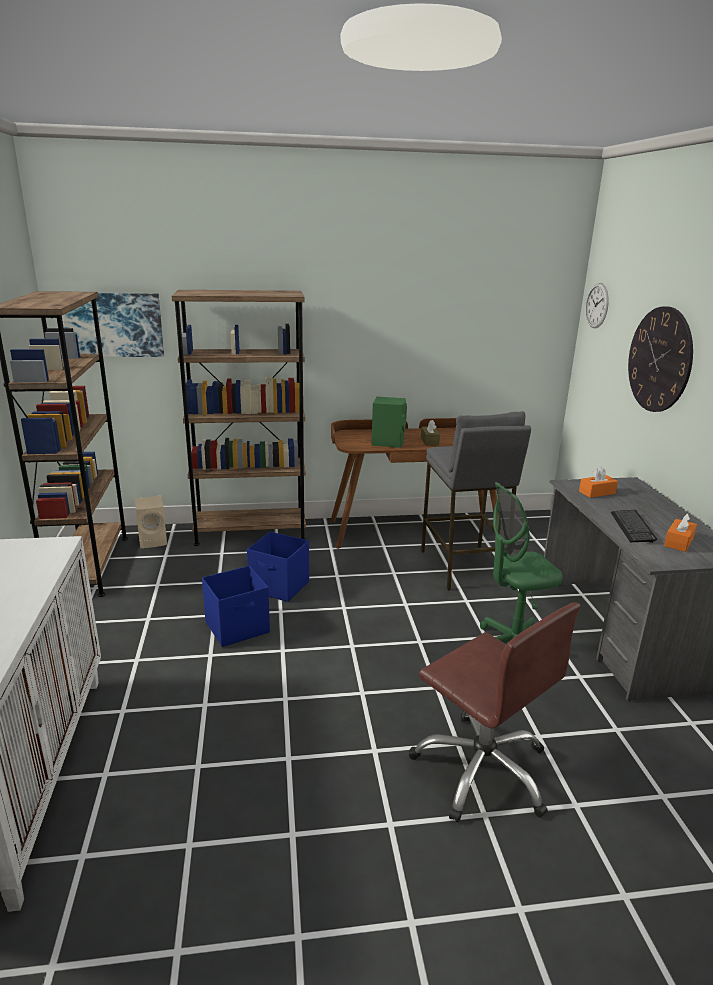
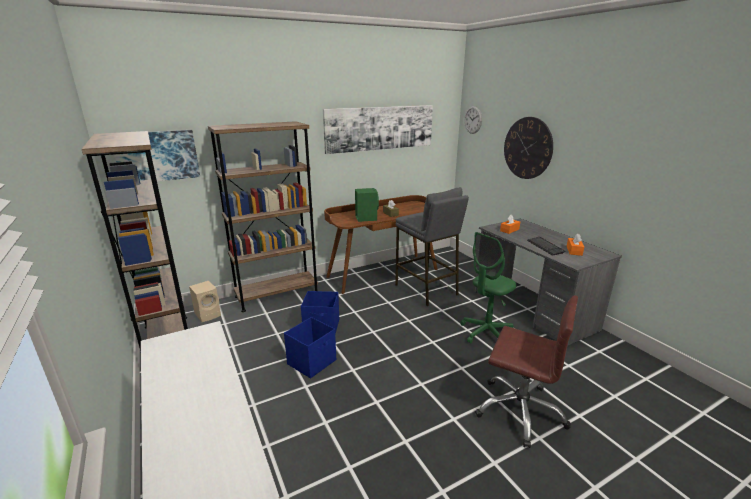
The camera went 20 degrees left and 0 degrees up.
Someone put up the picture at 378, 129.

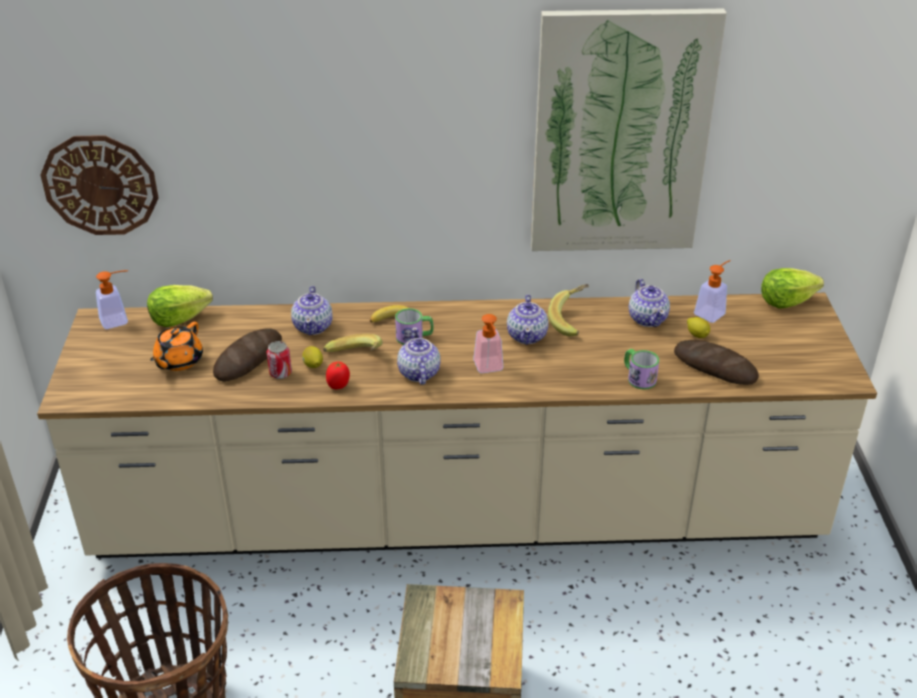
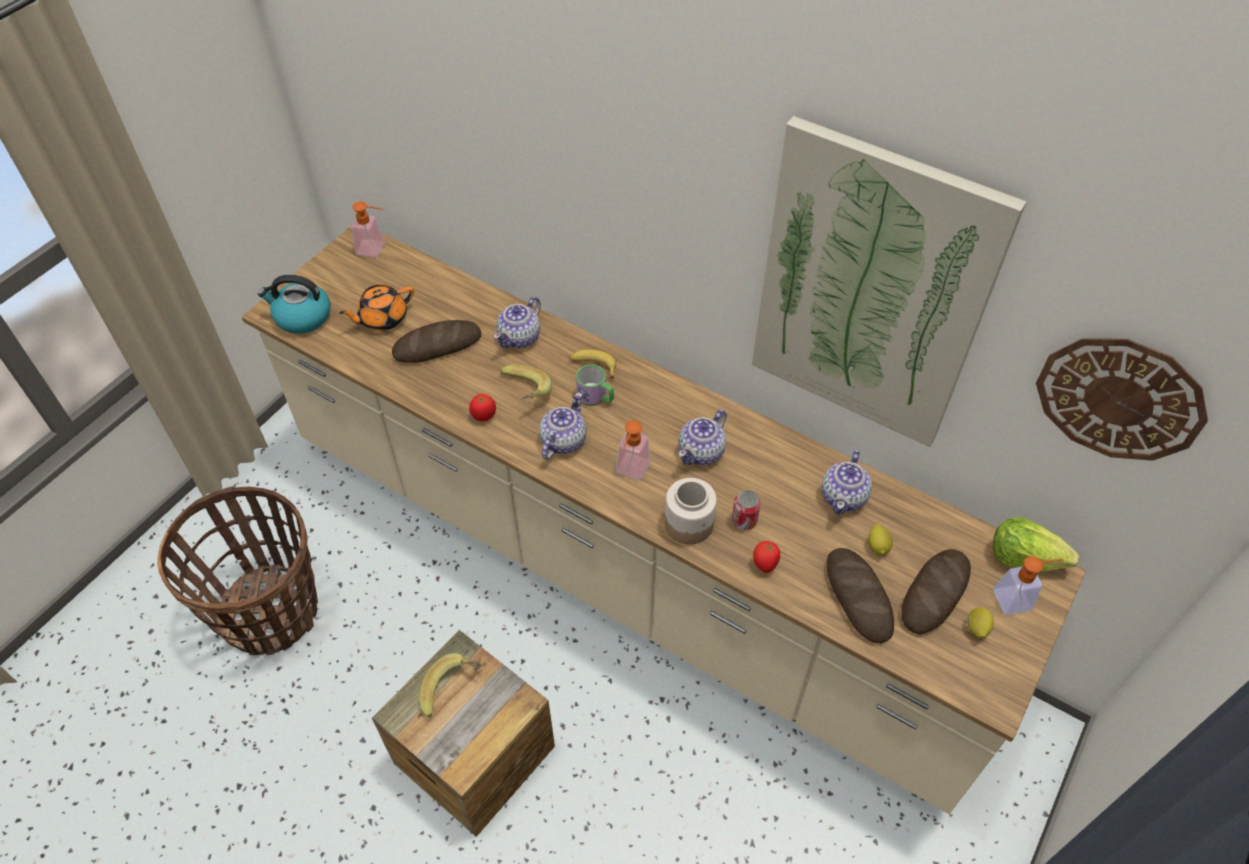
The camera went 35 degrees right and 15 degrees up.
Someone carried the wall clock from 99, 185 to 1122, 399.
Someone took away the lettuce at 180, 306.
Someone carried the can from 279, 360 to 746, 510.
Someone carried the lemon from 312, 357 to 980, 622.
Someone carried the banana from 568, 310 to 450, 685.
Someone swapped the mug at 641, 369 for the tomato at 766, 557.
Someone carried the soap dispenser from 712, 291 to 1028, 585.
Someone put down the kettle at 294, 304.
Someone put down the jar at 691, 511.
Someone put down the bread at 936, 591.

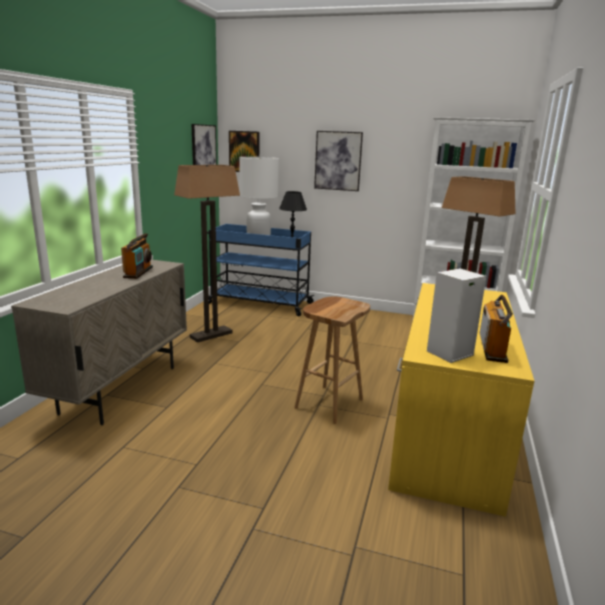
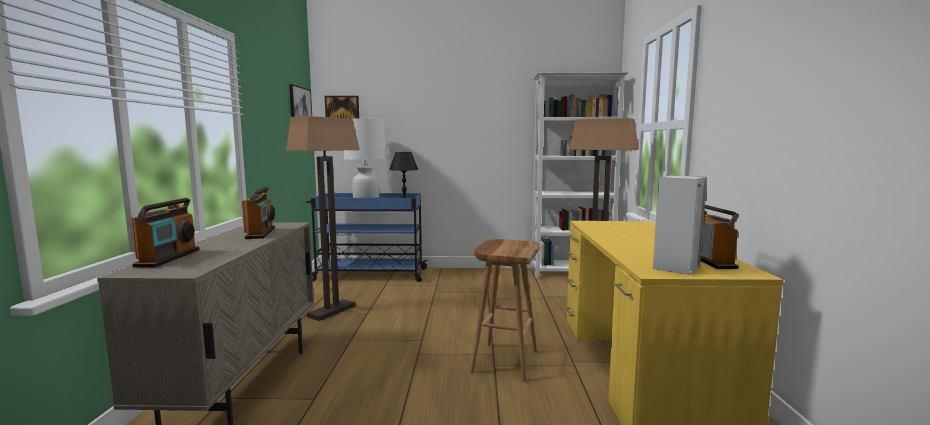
The camera went 15 degrees left and 10 degrees down.
Someone took away the picture at 338, 161.
Someone put down the radio at 165, 232.

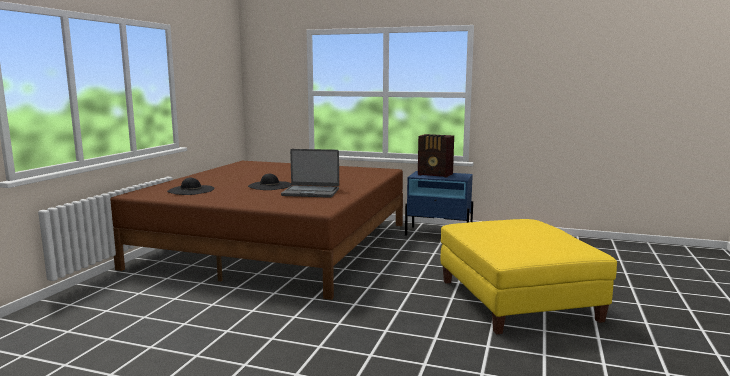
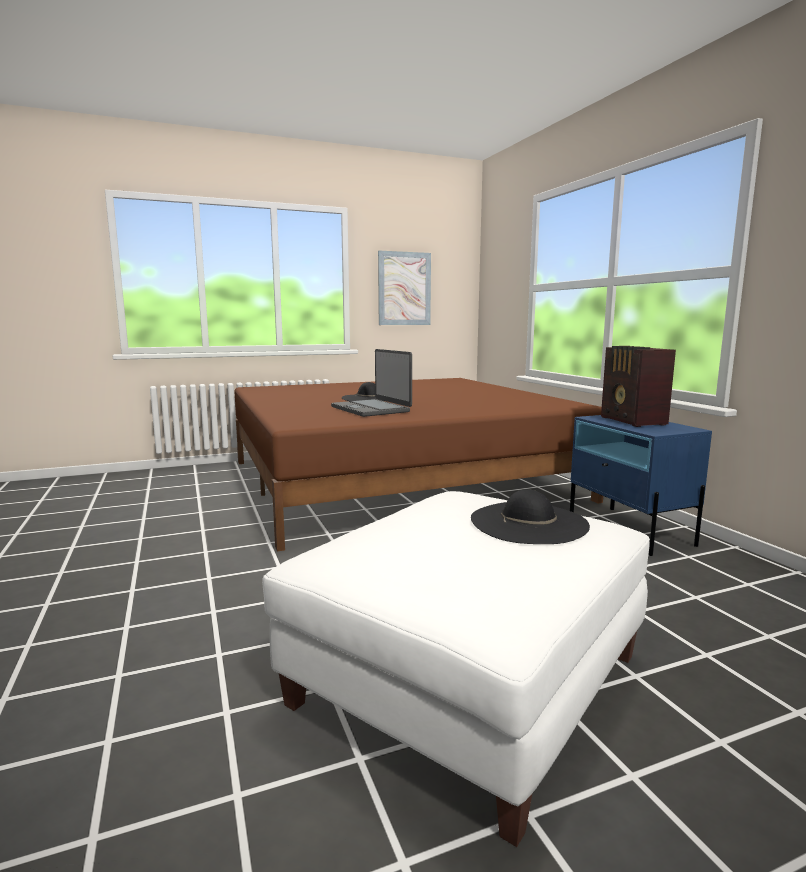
The camera went 50 degrees right and 0 degrees up.
Someone carried the hat/black from 190, 186 to 530, 516.
Someone repainted the ottoman/yellow at 528, 276, which became the ottoman/white at 456, 669.
Someone put up the picture at 404, 288.

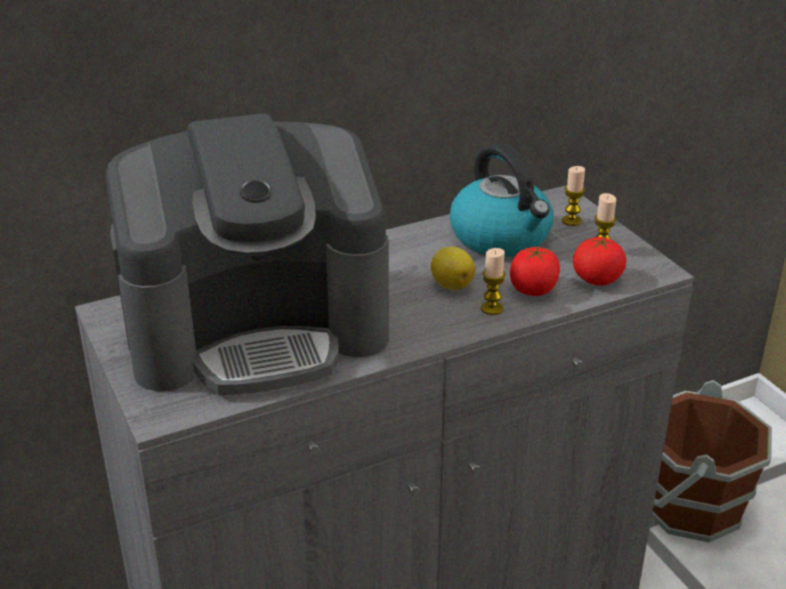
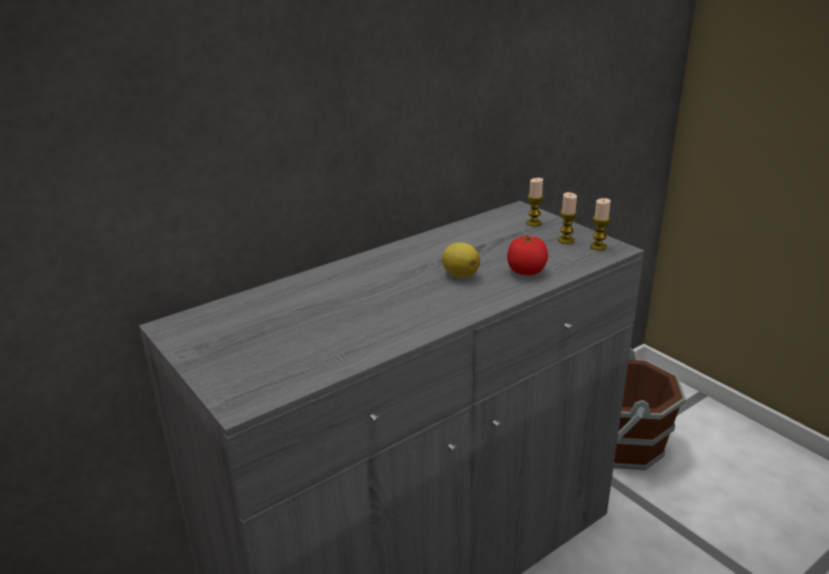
The camera went 10 degrees left and 5 degrees down.
Someone took away the coffee machine at 247, 254.
Someone took away the kettle at 501, 200.
Someone carried the candle from 493, 281 to 600, 224.
Someone took away the tomato at 599, 261.

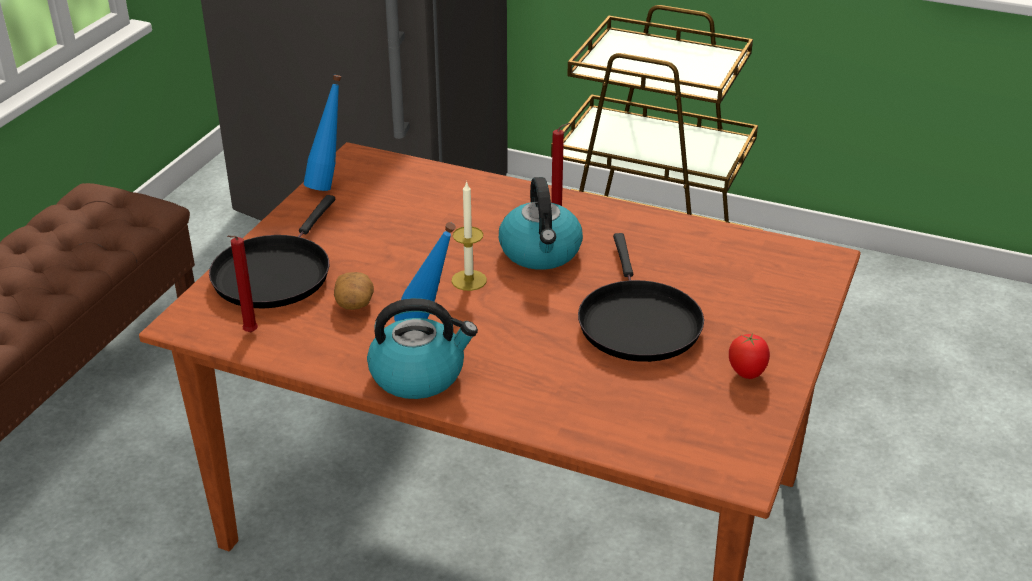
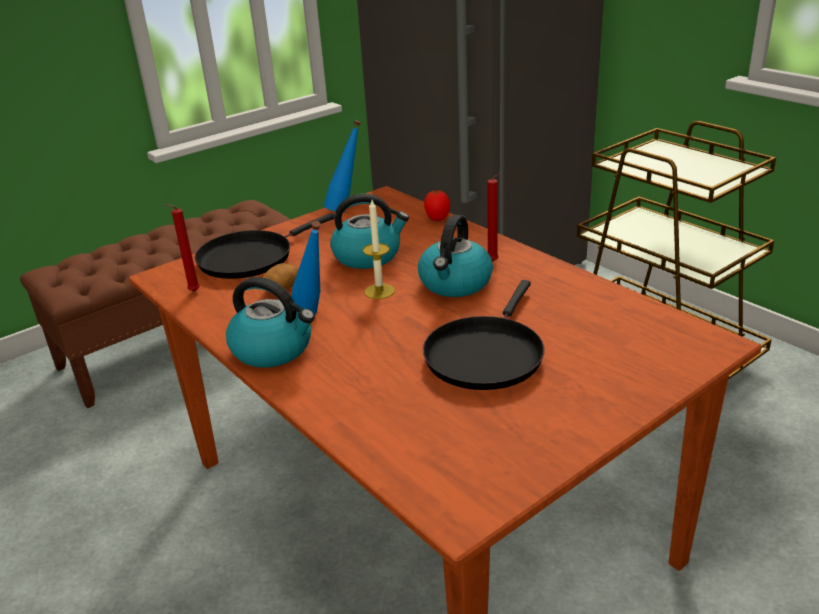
The camera went 30 degrees right and 5 degrees down.
Someone carried the tomato from 749, 356 to 437, 205.
Someone put down the kettle at 369, 231.

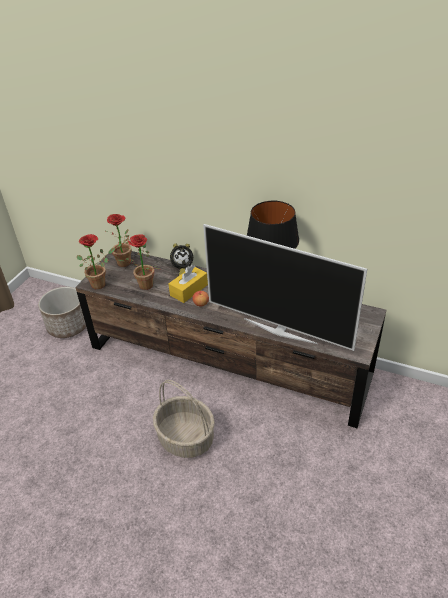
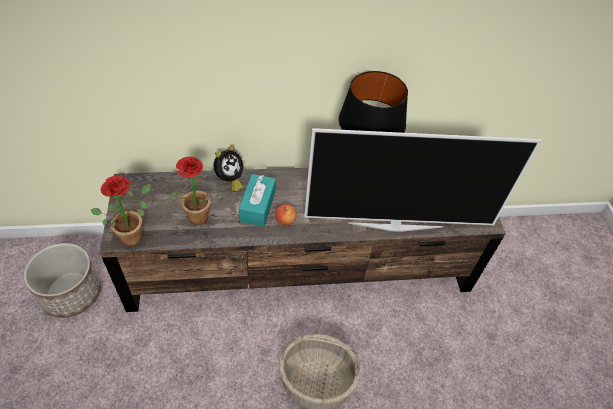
The camera went 35 degrees left and 10 degrees up.
Someone took away the potted plant at 118, 240.
Someone repainted the tissue box/yellow at 188, 284, which became the tissue box/turquoise at 257, 200.

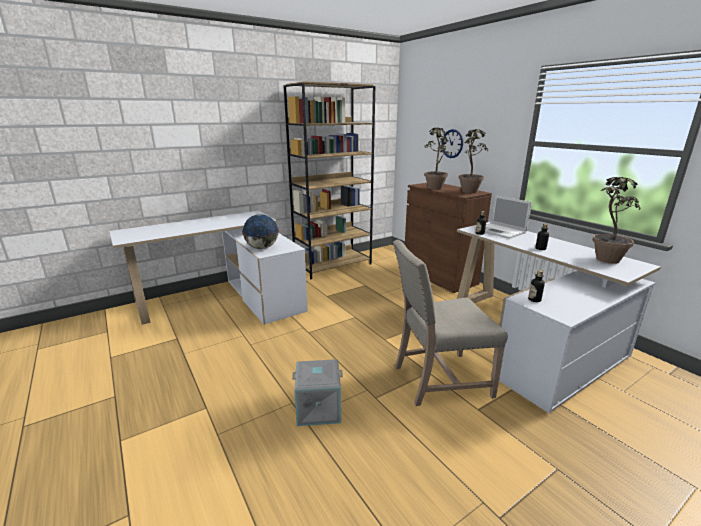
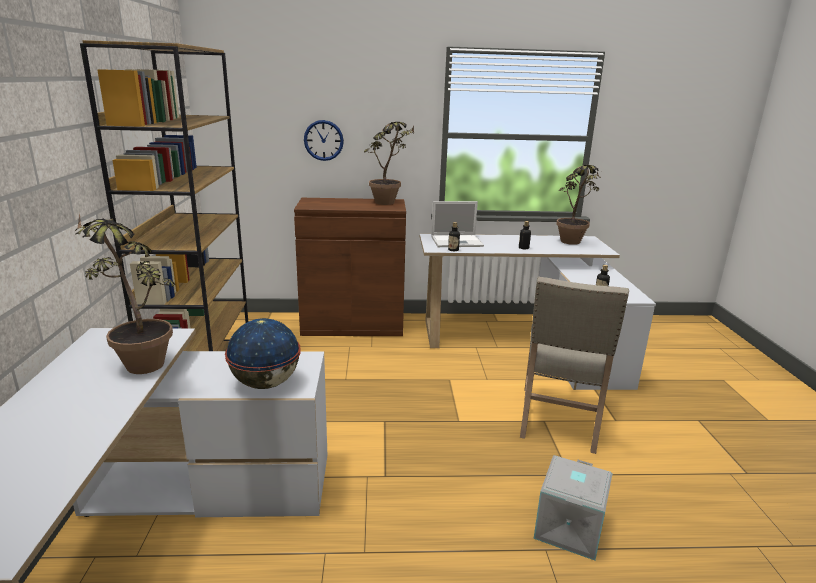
The camera went 60 degrees left and 0 degrees up.
Someone carried the potted plant from 437, 159 to 125, 293.

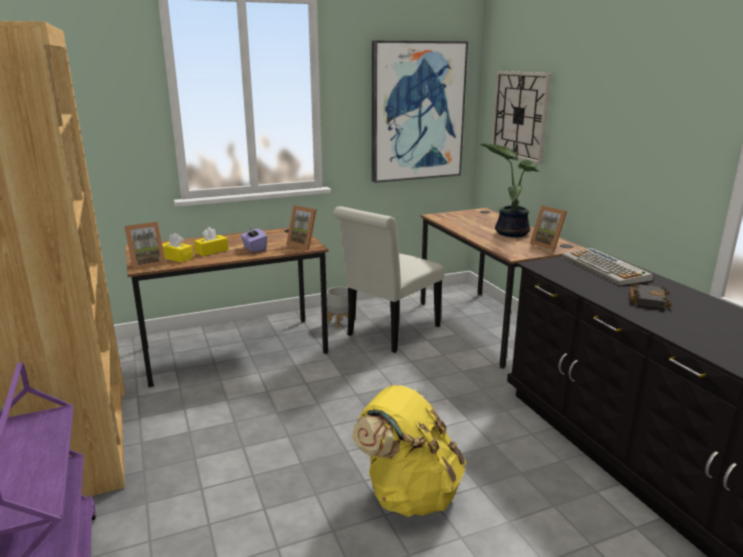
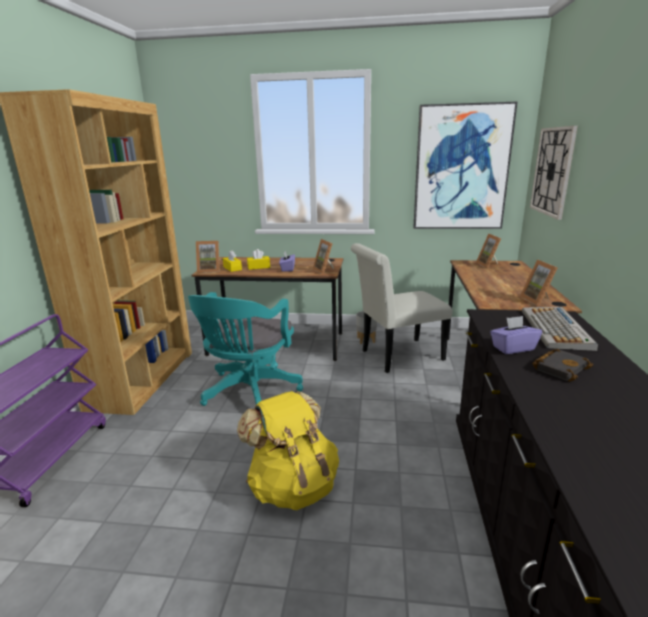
The camera went 30 degrees right and 0 degrees up.
Someone took away the potted plant at 510, 190.
Someone put down the office chair/turquoise at 245, 349.
Someone put down the picture frame at 488, 251.
Someone put down the tissue box/purple at 516, 335.

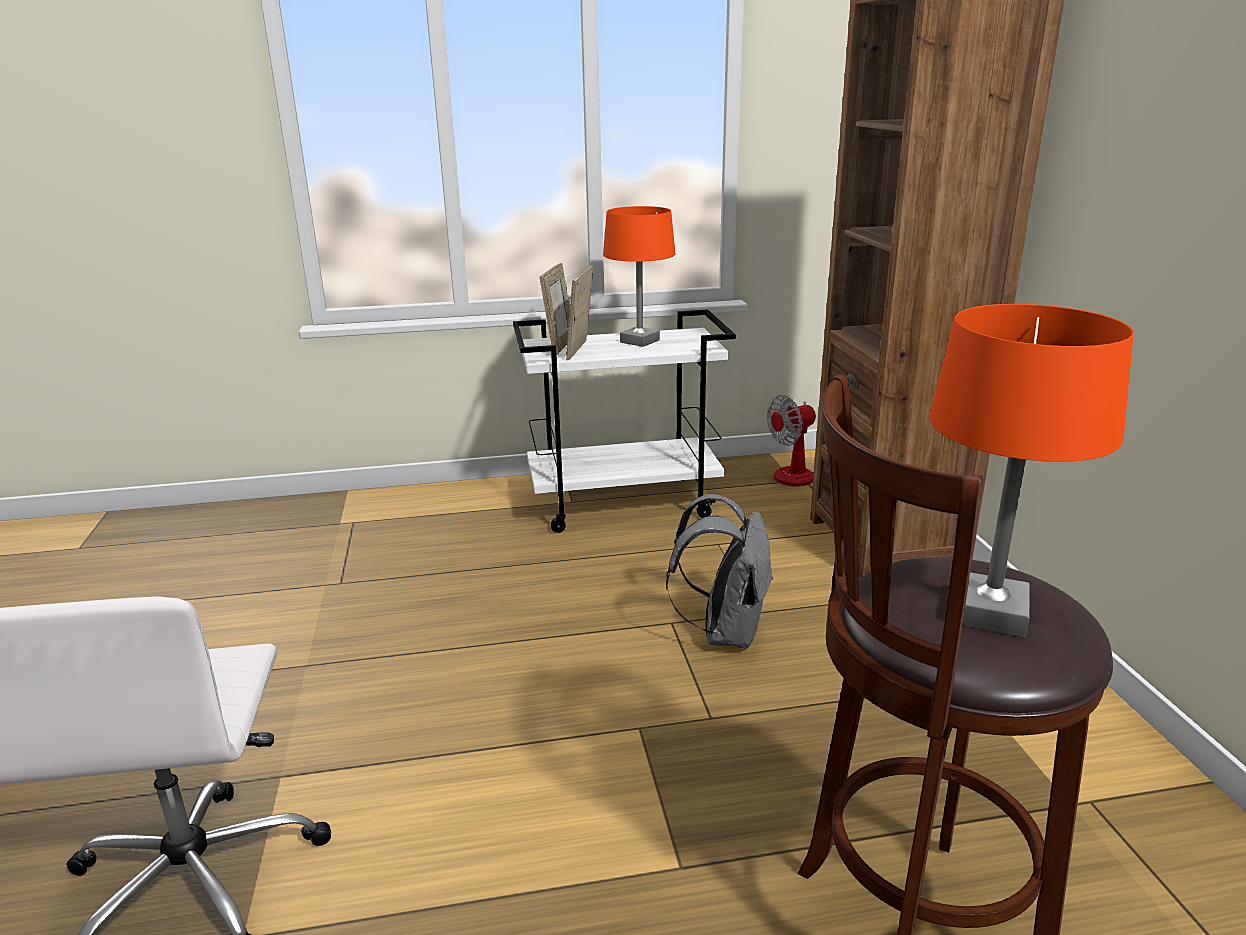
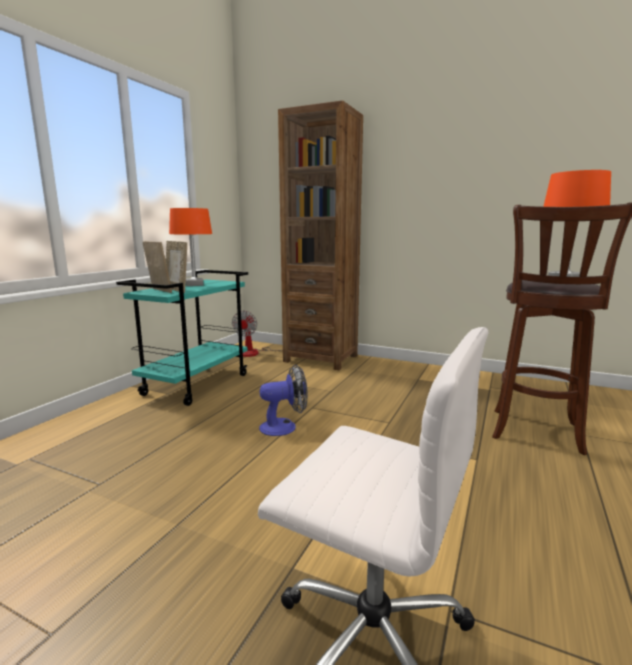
The camera went 55 degrees left and 10 degrees down.
Someone repainted the cart/white at 624, 421, which became the cart/turquoise at 182, 338.
Someone took away the backpack/grey at 719, 571.
Someone put down the fan at 283, 400.

